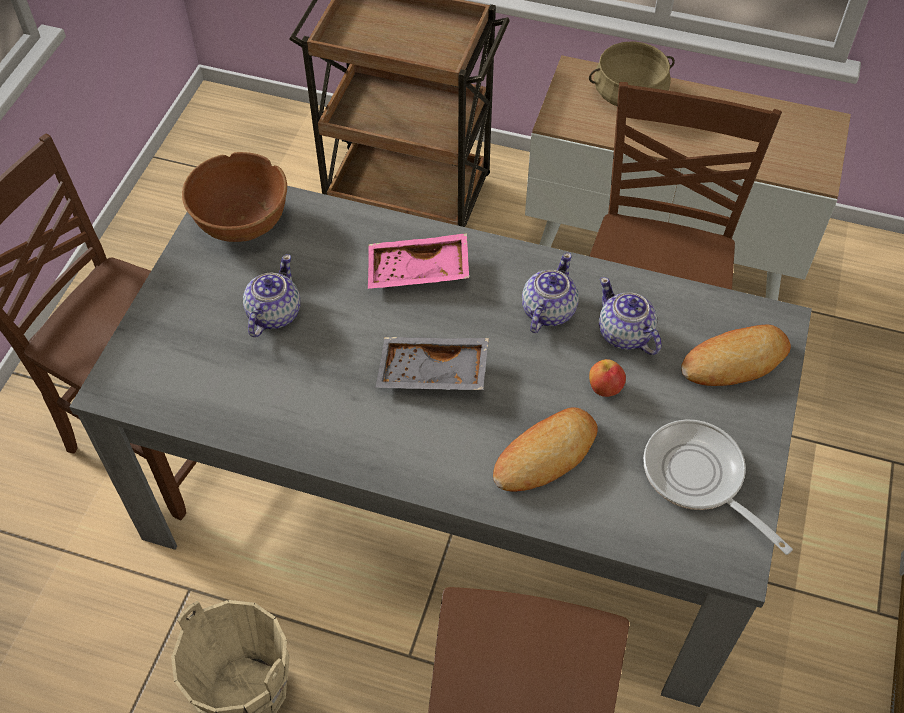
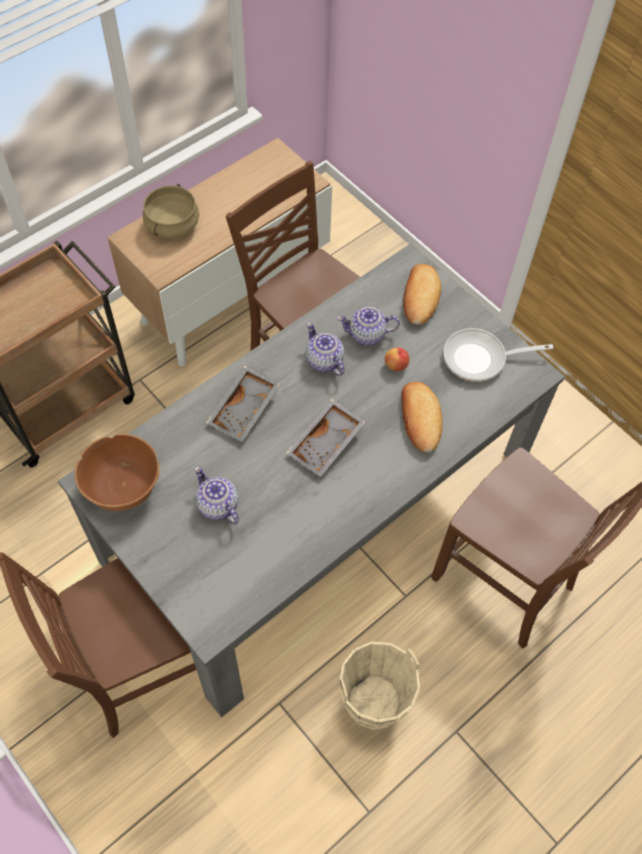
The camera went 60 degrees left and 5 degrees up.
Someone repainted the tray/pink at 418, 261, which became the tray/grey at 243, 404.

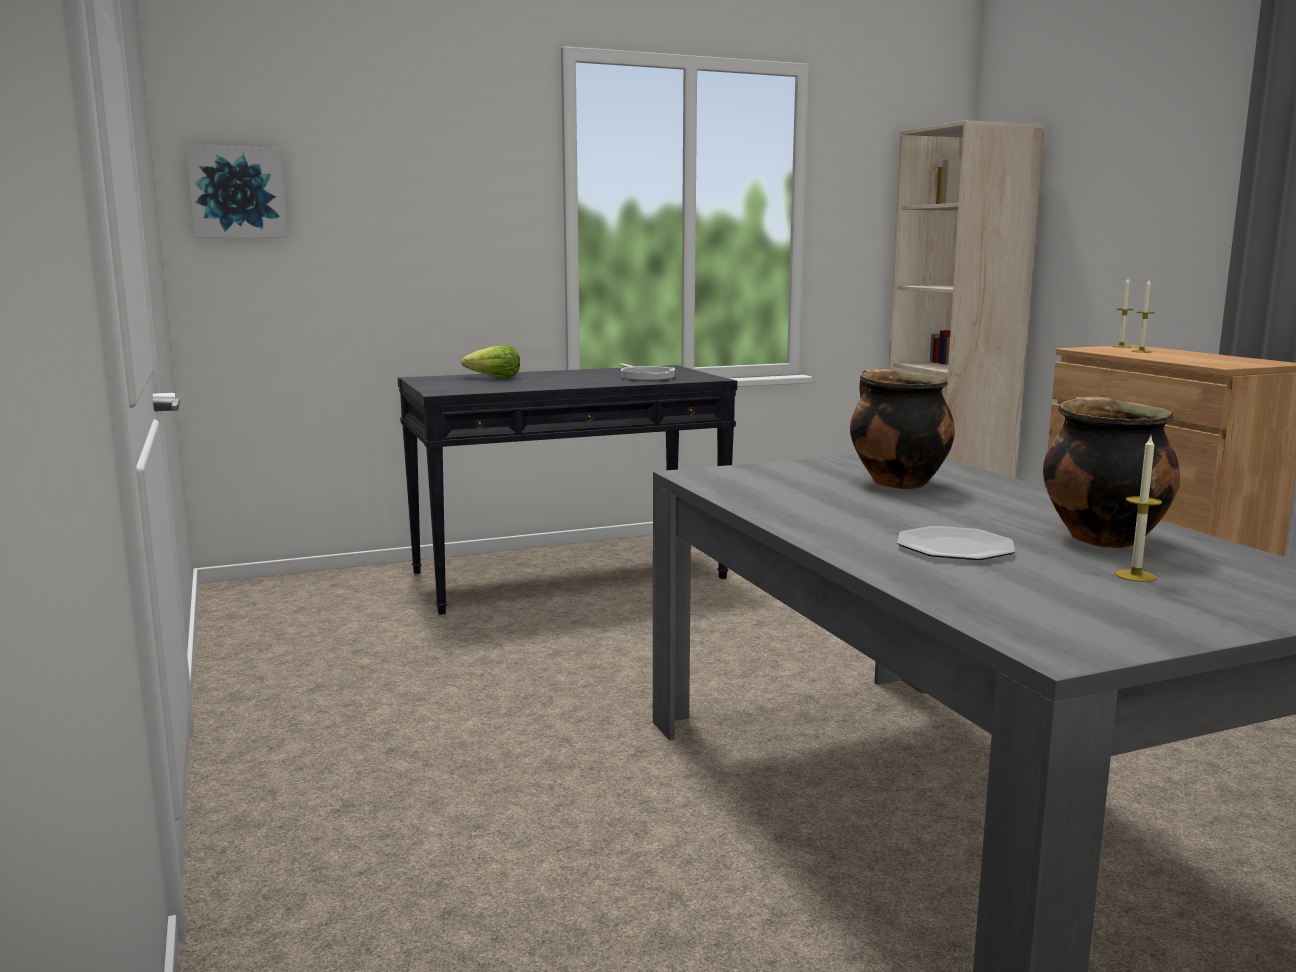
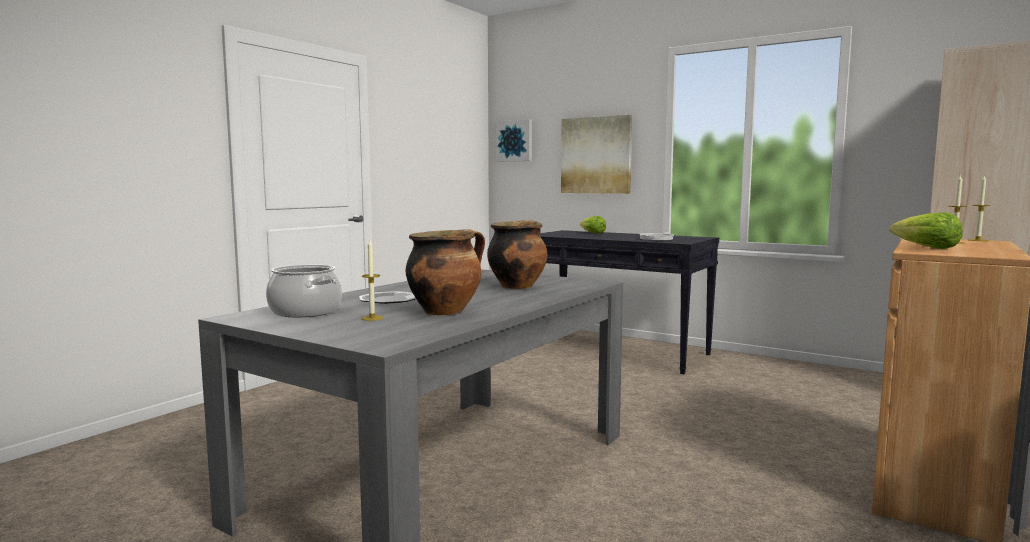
The camera went 55 degrees right and 5 degrees down.
Someone put down the cooking pot at 304, 291.
Someone put up the picture at 596, 154.
Someone put down the lettuce at 926, 230.

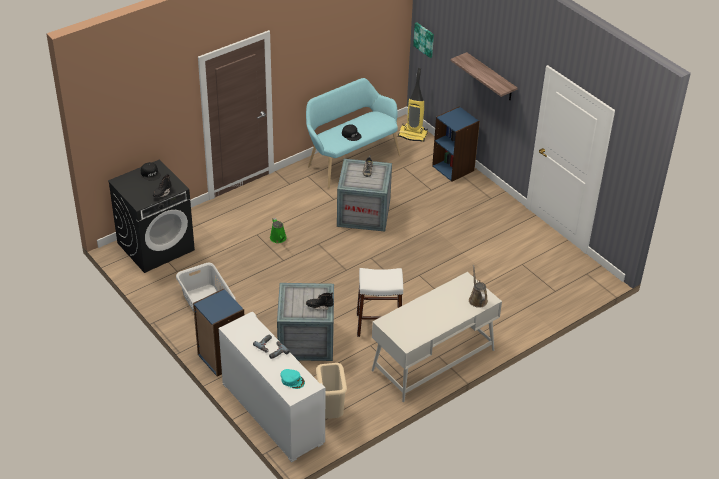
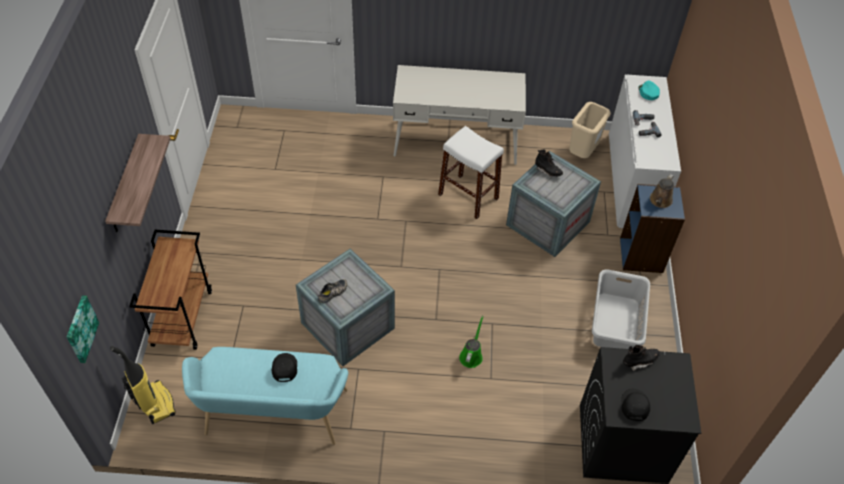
The camera went 140 degrees left and 10 degrees up.
Someone swapped the bookcase/blue at 456, 144 for the cart/brown at 170, 290.
Someone carried the watering can/brown from 478, 286 to 662, 191.

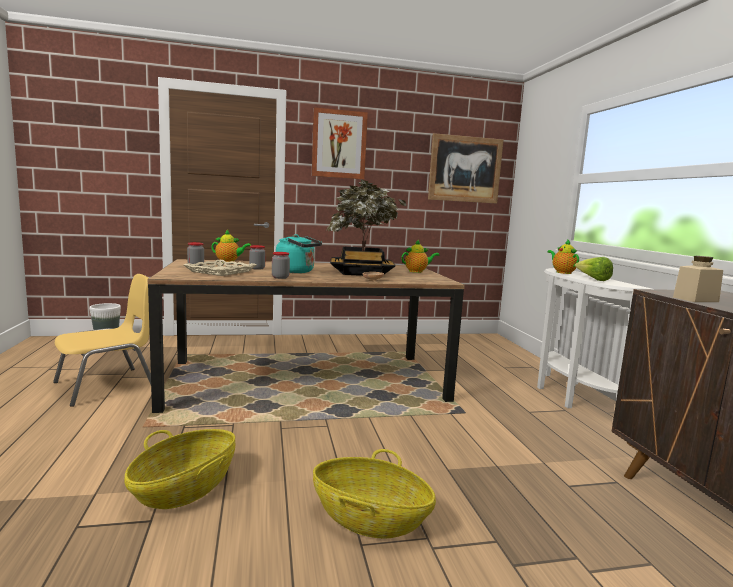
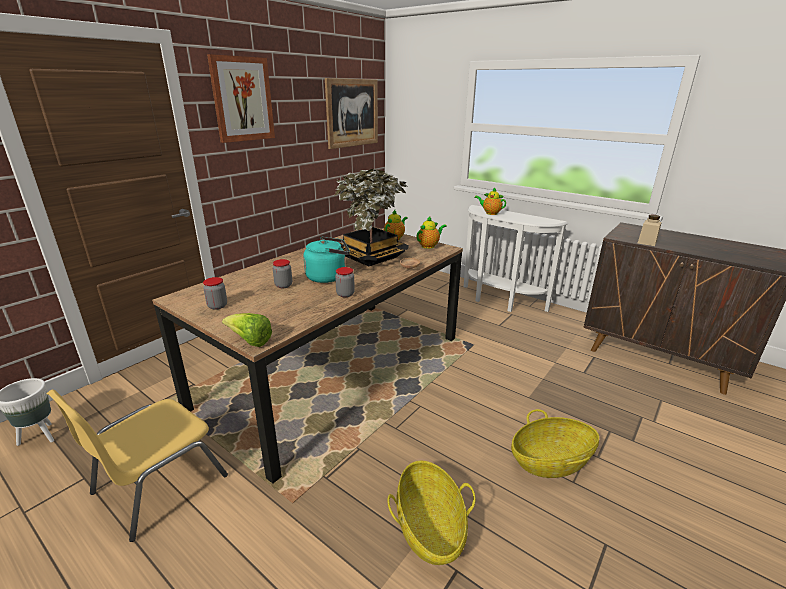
The camera went 40 degrees left and 15 degrees up.
Someone rotated the chair/yellow at 102, 340 by 150 degrees counterclockwise.
Someone took away the tray/beige at 220, 268.
Someone carried the teapot from 231, 246 to 432, 232.
Someone carried the lettuce from 594, 269 to 247, 330.

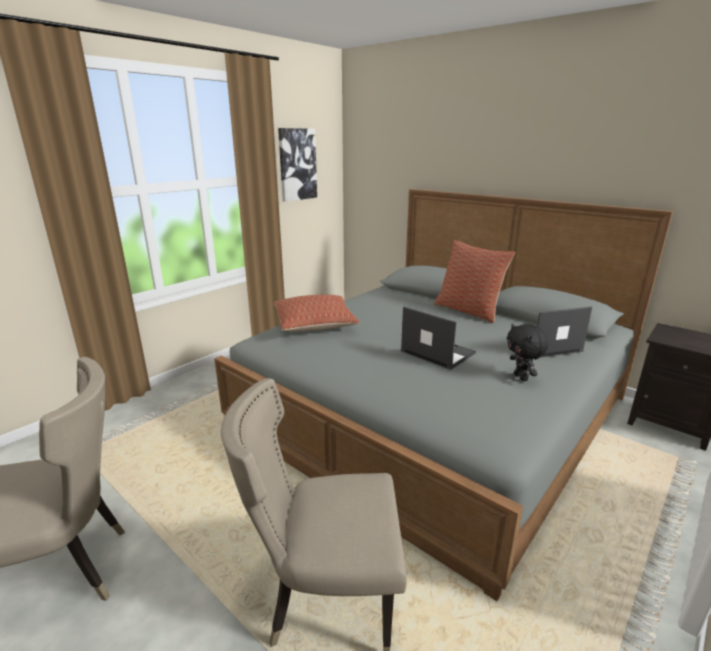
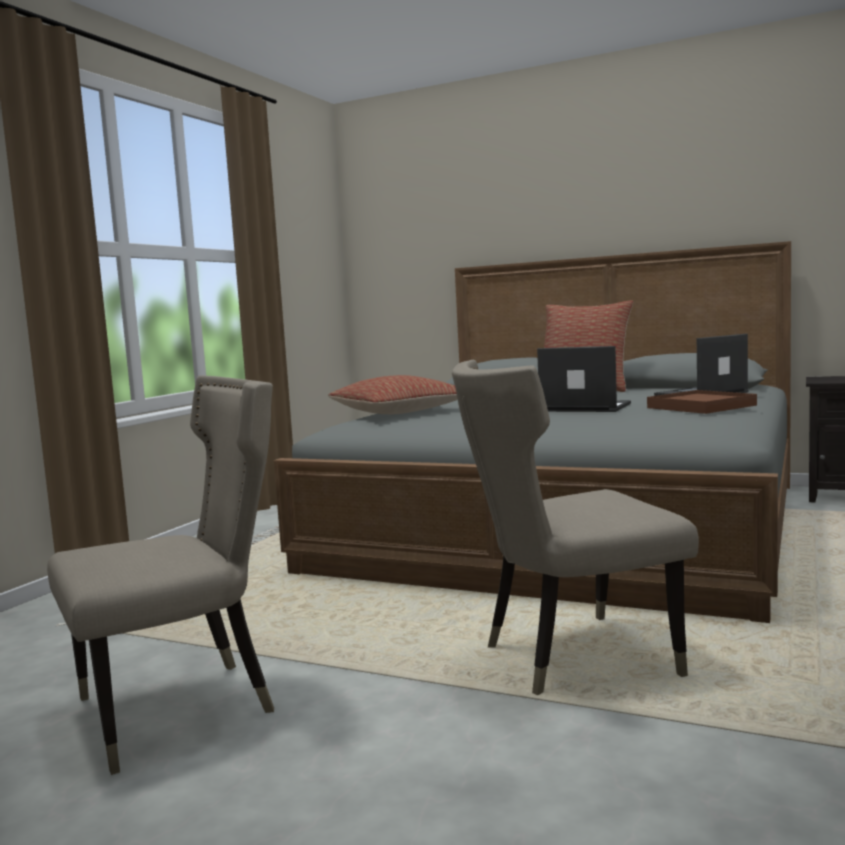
The camera went 15 degrees left and 15 degrees down.
Someone took away the picture at 297, 165.
Someone swapped the plush toy/black at 527, 352 for the tray/brown at 702, 402.

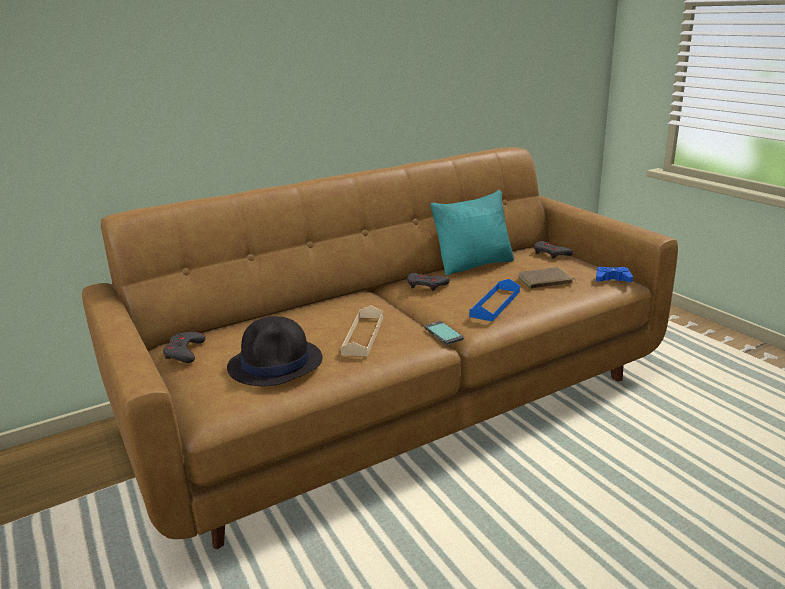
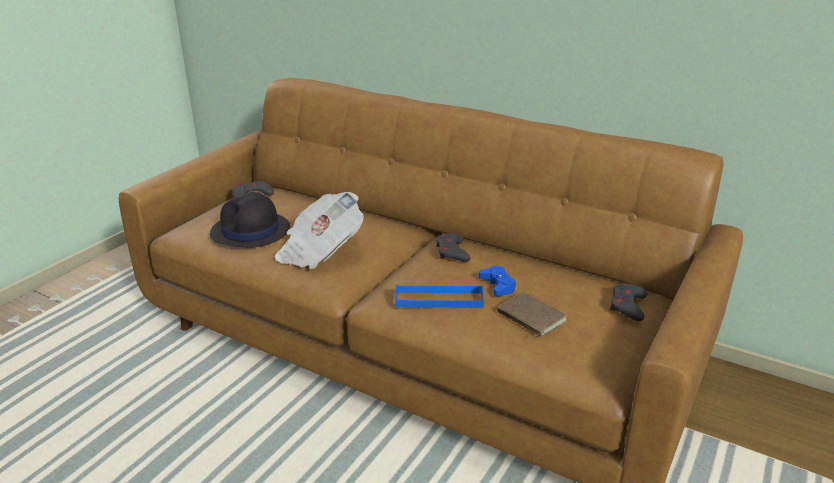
The camera went 60 degrees right and 5 degrees up.
Someone swapped the tray/beige at 362, 330 for the newspaper at 319, 230.
Someone took away the phone at 444, 333.
Someone took away the pillow/turquoise at 472, 233.
Someone carried the game controller/blue from 614, 274 to 497, 281.

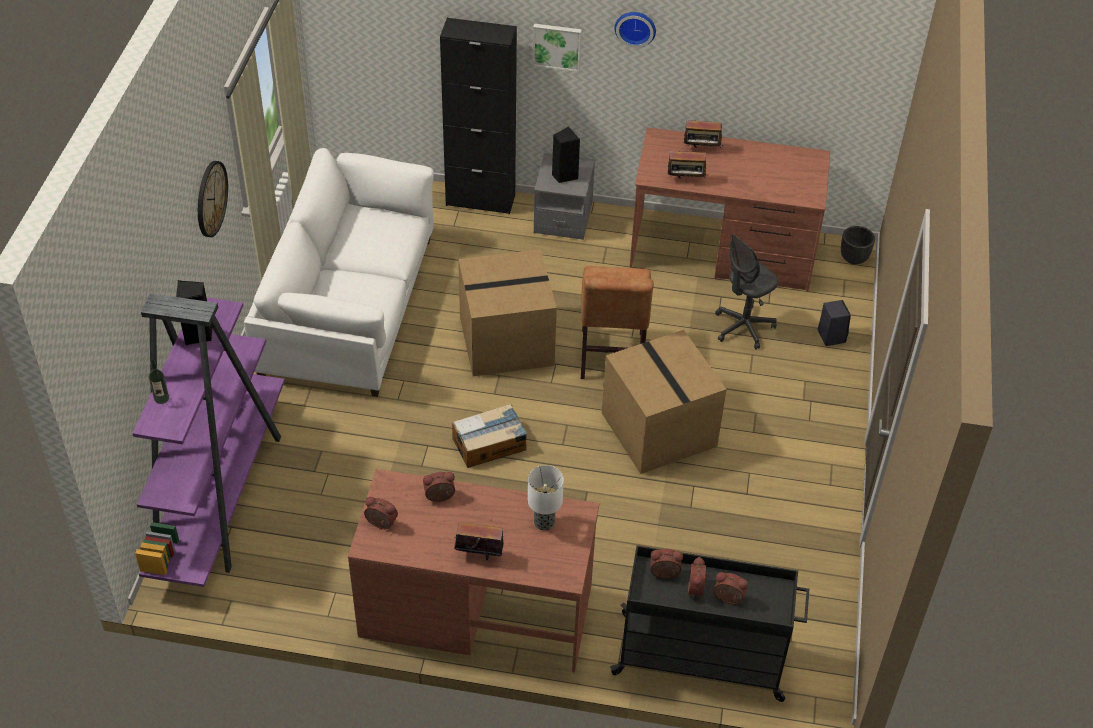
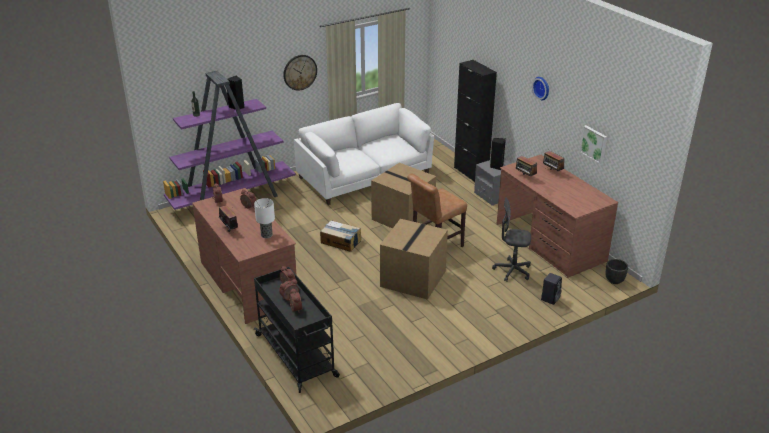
The camera went 50 degrees right and 15 degrees down.
Someone carried the picture from 557, 48 to 593, 144.

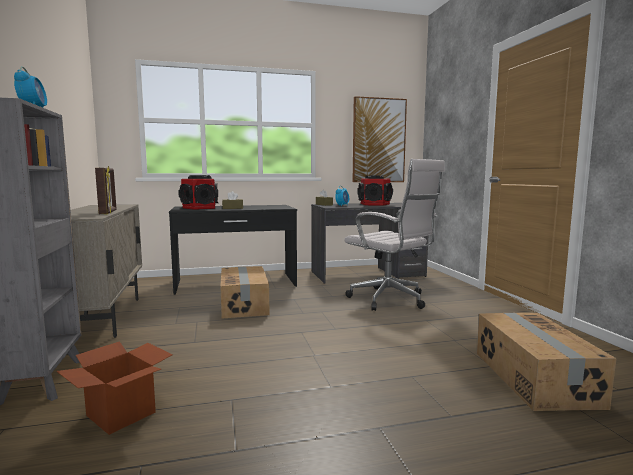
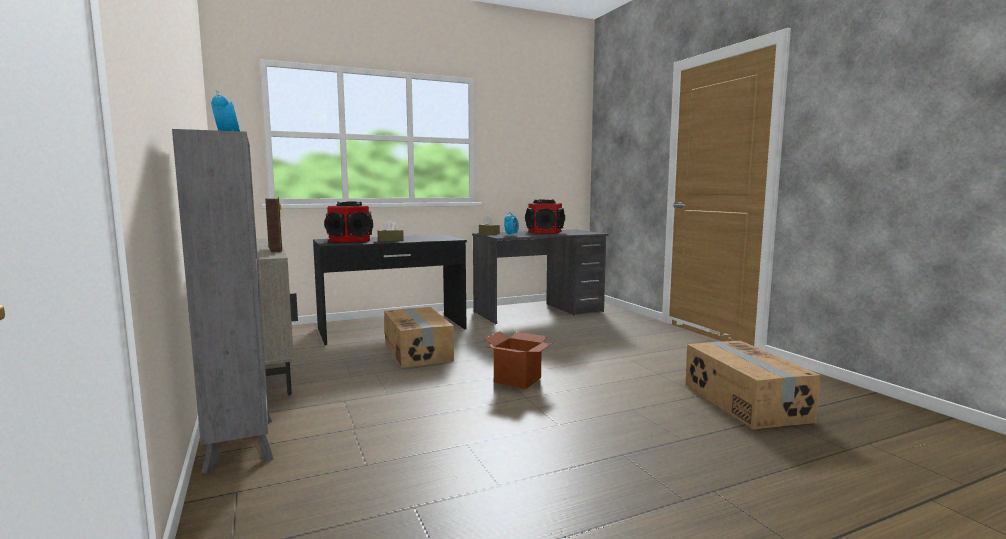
The camera went 10 degrees left and 0 degrees up.
Someone carried the cardboard box from 114, 388 to 518, 360.
Someone took away the office chair/white at 394, 235.
Someone took away the picture at 380, 139.

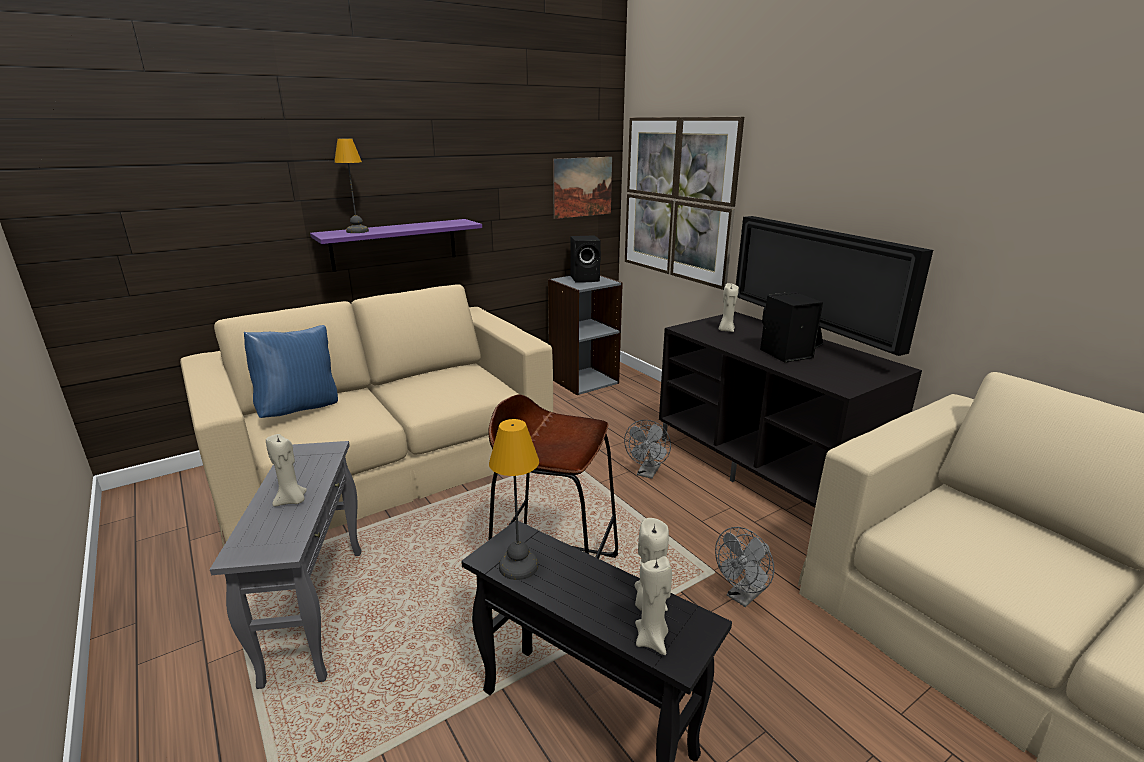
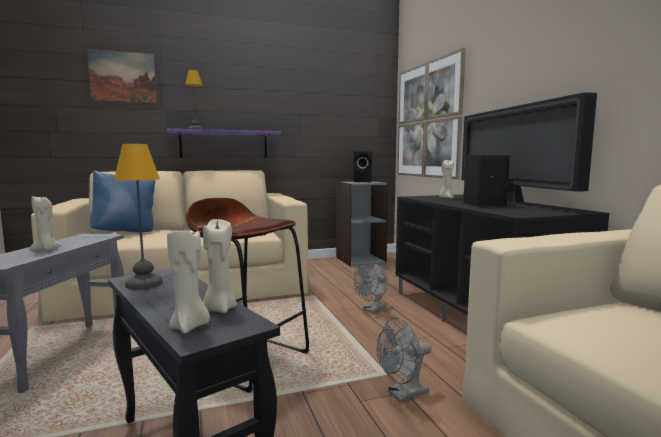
The camera went 15 degrees right and 15 degrees down.
Someone carried the picture from 582, 188 to 122, 76.

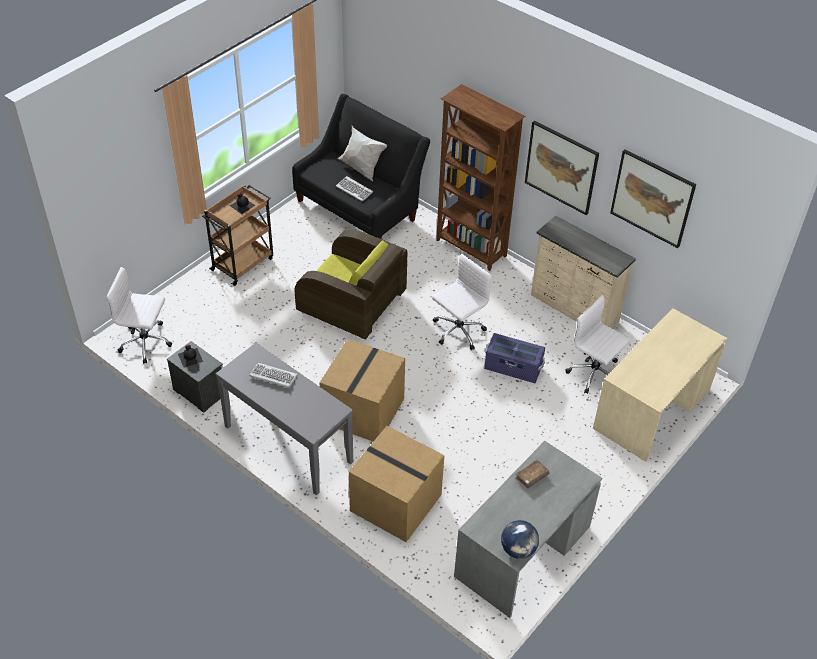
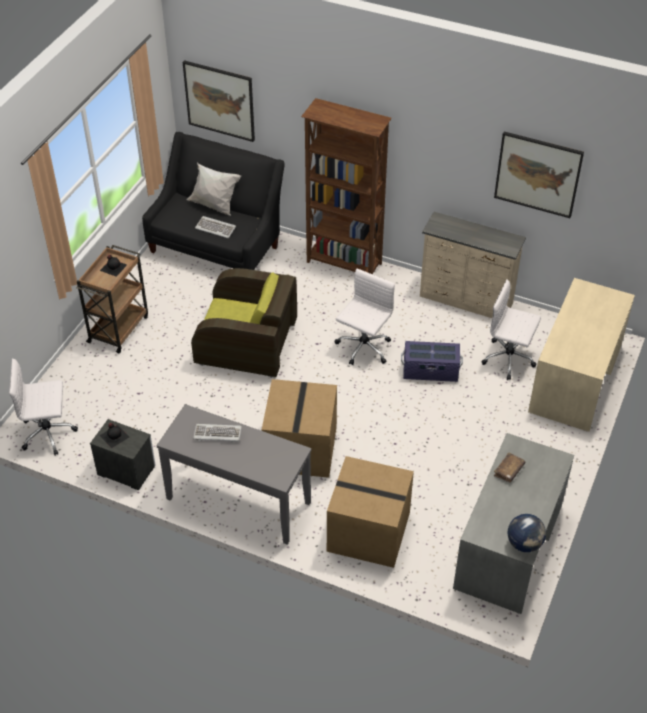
The camera went 15 degrees left and 0 degrees up.
Someone carried the picture from 562, 168 to 219, 101.

